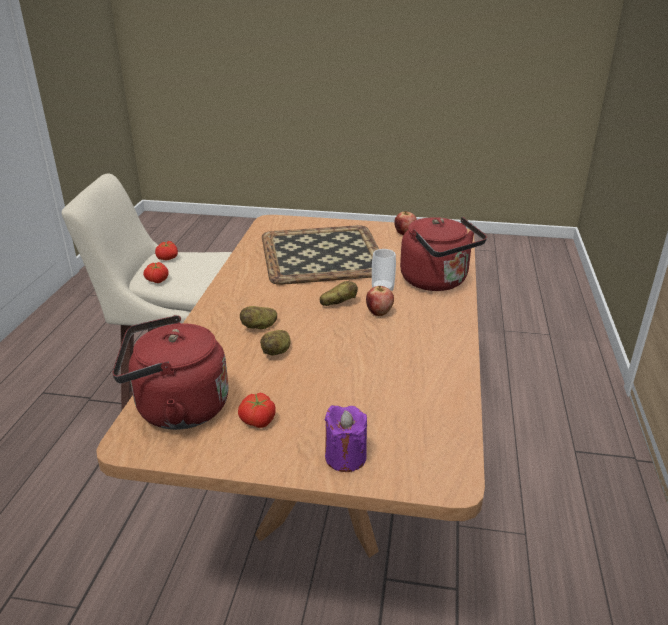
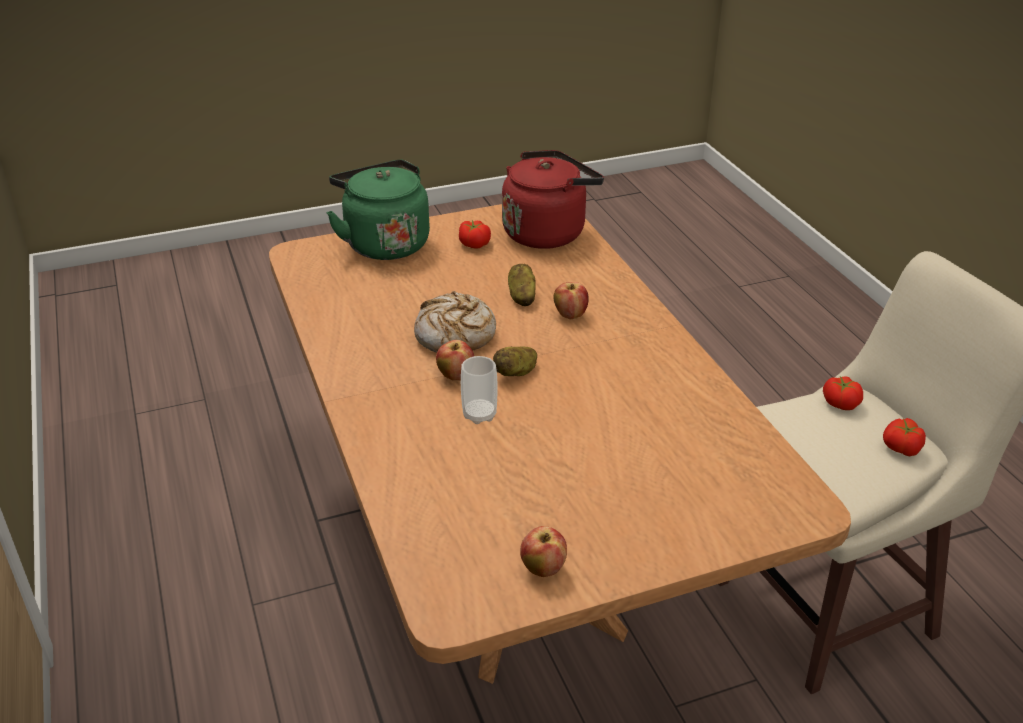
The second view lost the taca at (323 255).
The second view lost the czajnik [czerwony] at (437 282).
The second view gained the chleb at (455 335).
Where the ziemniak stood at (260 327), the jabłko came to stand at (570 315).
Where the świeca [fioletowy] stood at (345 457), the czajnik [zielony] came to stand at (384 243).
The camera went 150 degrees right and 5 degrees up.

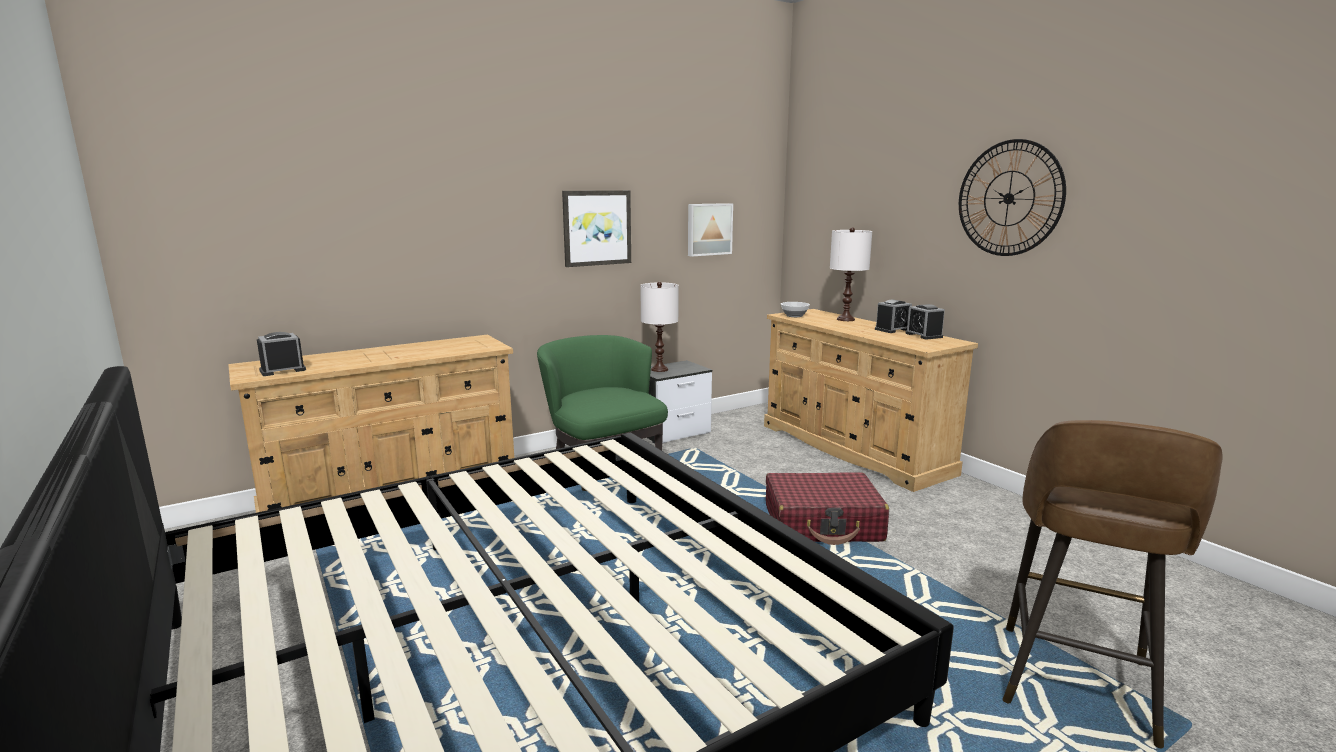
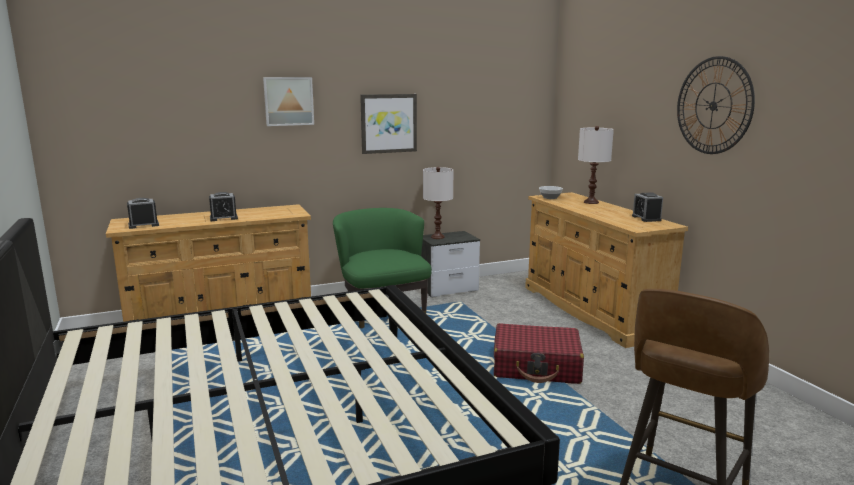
The obraz ended up elsewhere, having gone from (708 229) to (288 101).
The budzik ended up elsewhere, having gone from (892 329) to (223 218).
The camera went 10 degrees right and 0 degrees up.

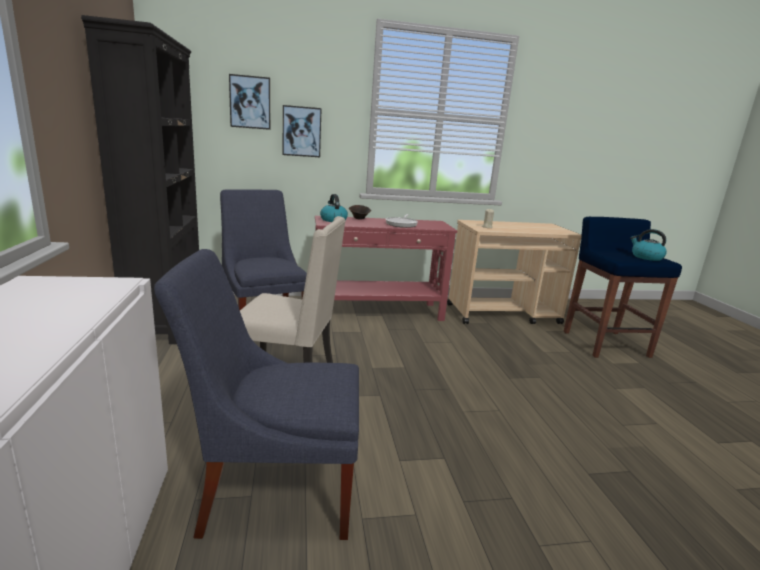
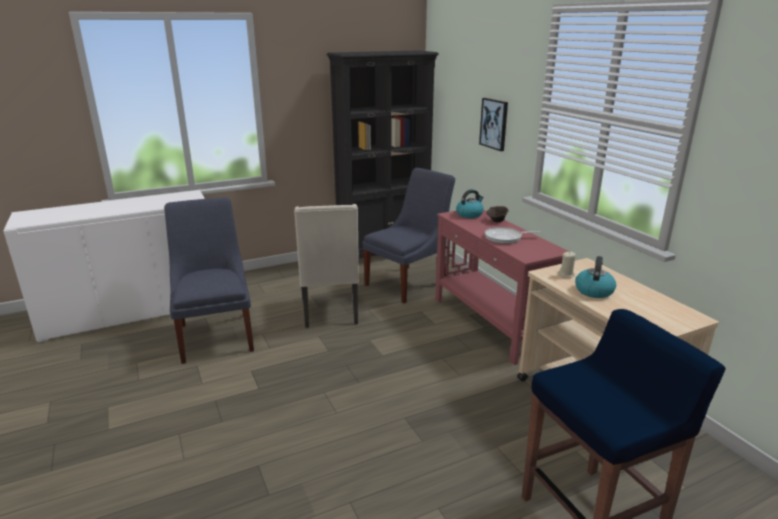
The second view lost the obraz at (250 102).
The czajnik ended up elsewhere, having gone from (646 257) to (593 290).
The camera went 75 degrees right and 5 degrees up.

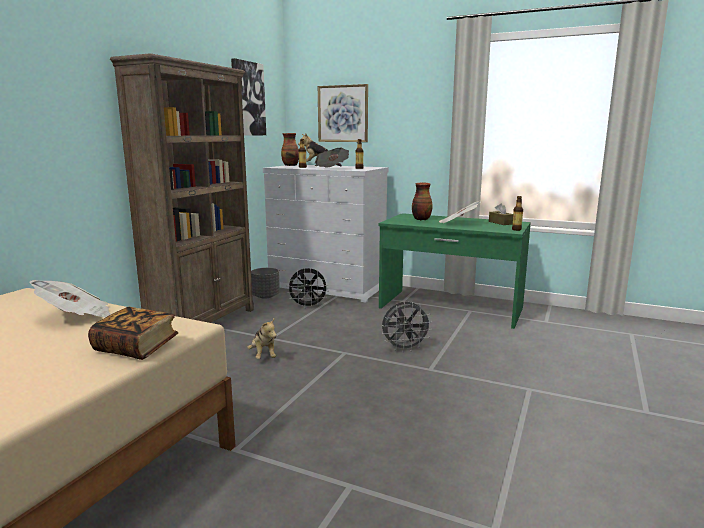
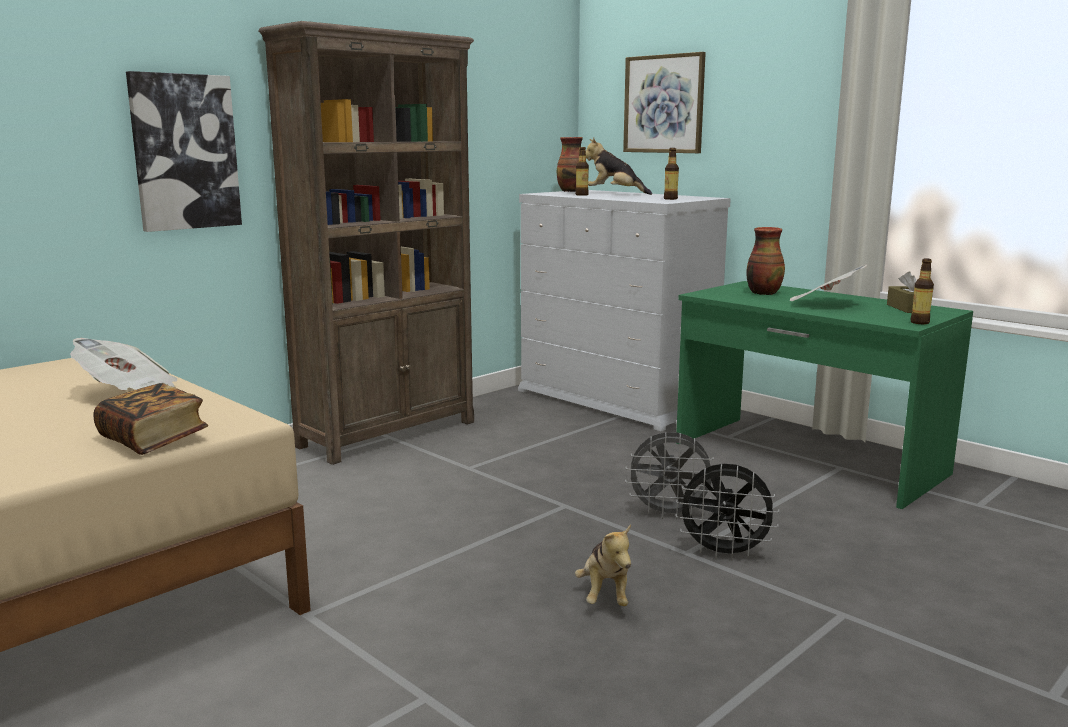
The second view lost the donica [szary] at (265 296).
The second view lost the gazeta at (331 168).
The obraz ended up elsewhere, having gone from (247 99) to (184 152).
The pluszak ended up elsewhere, having gone from (263 356) to (605 595).
The wentylator [czarny] ended up elsewhere, having gone from (308 306) to (725 554).
The camera went 20 degrees right and 0 degrees up.

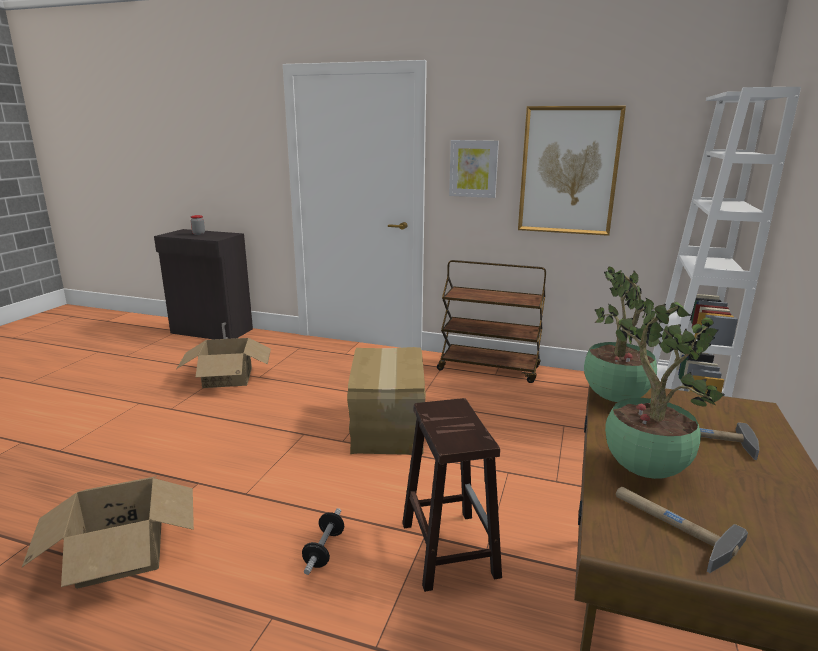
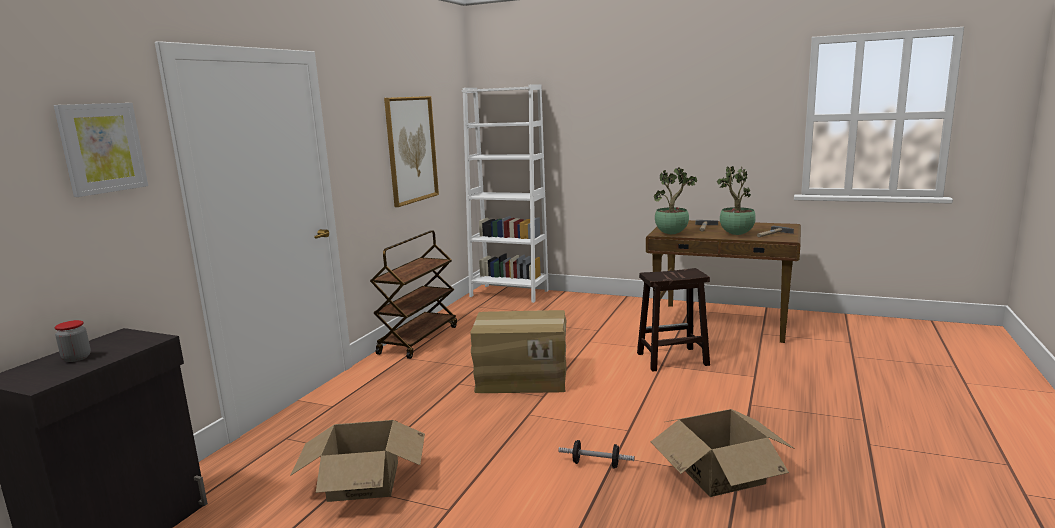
The hantel ended up elsewhere, having gone from (324 550) to (596 464).
The obraz ended up elsewhere, having gone from (473 168) to (101 148).
The camera went 85 degrees left and 5 degrees down.

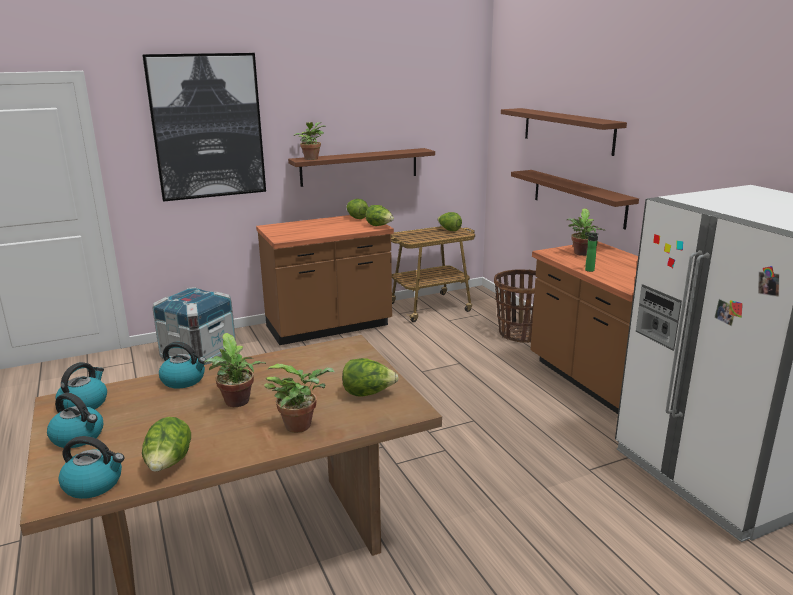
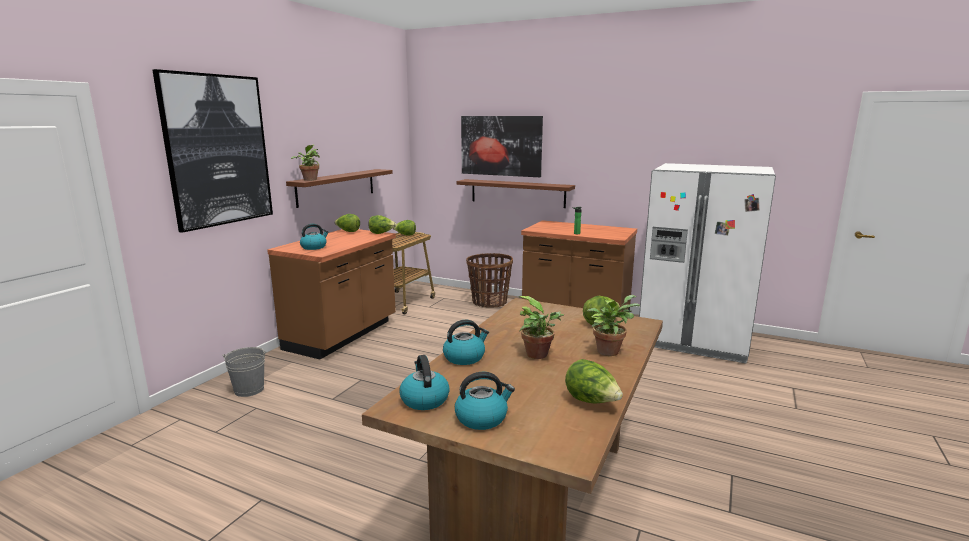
The second view lost the roślina doniczkowa at (581 254).
The czajnik ended up elsewhere, having gone from (94 484) to (314 247).
Where the skrzynka stood at (199 354), the wiadro [szary] came to stand at (249 389).
Where the półka [brązowy] hung at (567 130), the obraz came to hang at (501 145).
The camera went 40 degrees left and 5 degrees down.

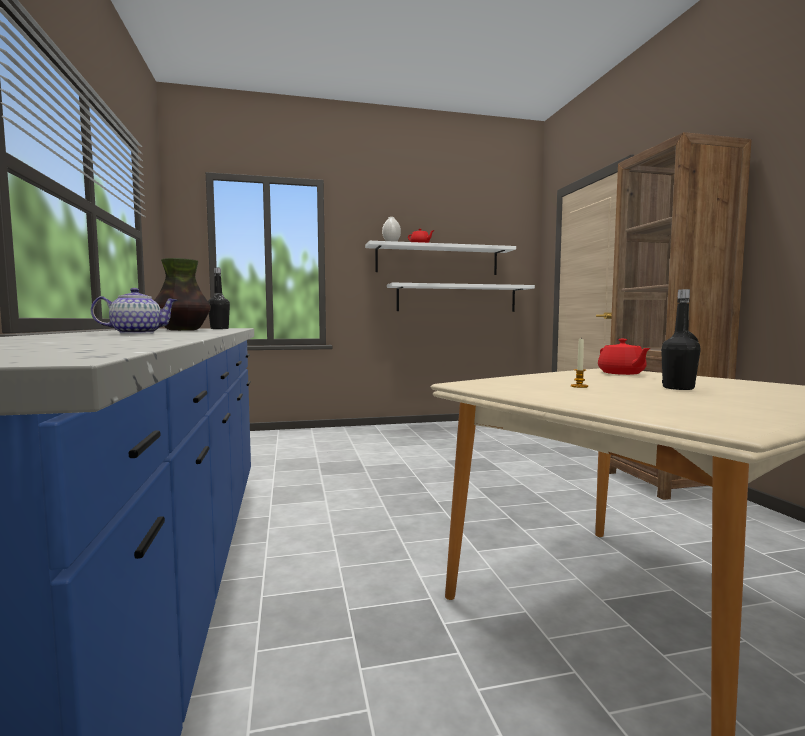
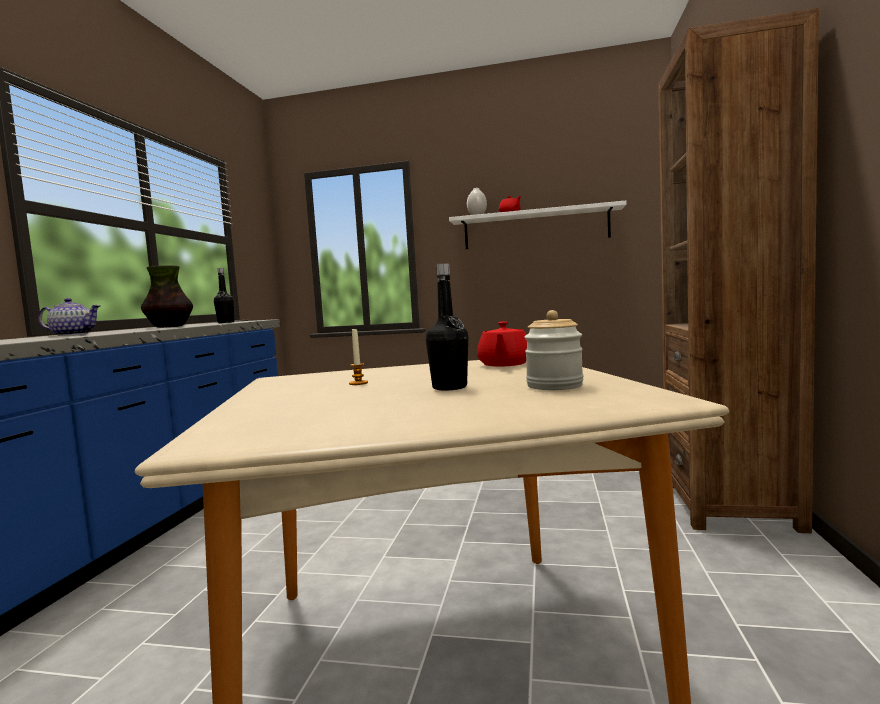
The second view lost the półka [biały] at (457 298).
The second view gained the słoik at (554 386).
The camera went 25 degrees right and 0 degrees up.

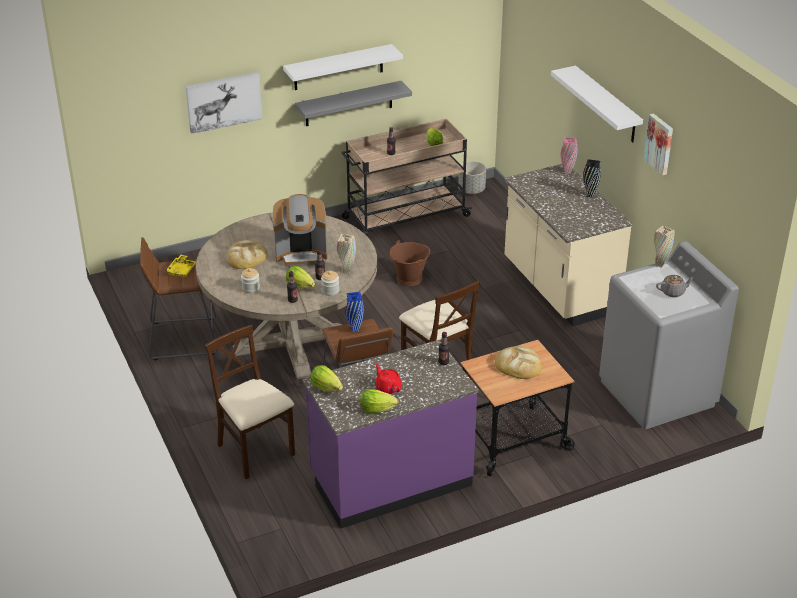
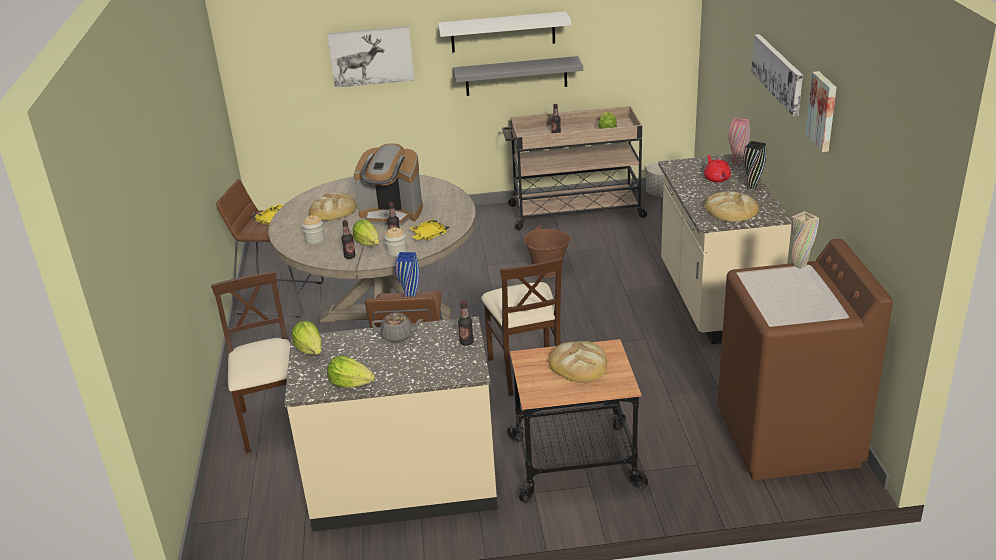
The second view gained the chleb at (731 210).
The imbryk [czerwony] ended up elsewhere, having gone from (387 387) to (716 178).
The imbryk [szary] ended up elsewhere, having gone from (673 292) to (398 336).
Where the wazon [beżowy] stood at (346 271), the taca [żółty] came to stand at (428 235).
Where the półka [biały] hung at (606 105), the obraz came to hang at (778 73).
What was the zabudowa kuchenna [fioletowy] at (390 480) turned into the zabudowa kuchenna [beżowy] at (403 484).
What was the pralka [szary] at (657 393) turned into the pralka [brązowy] at (788 438).
The camera went 20 degrees right and 5 degrees down.

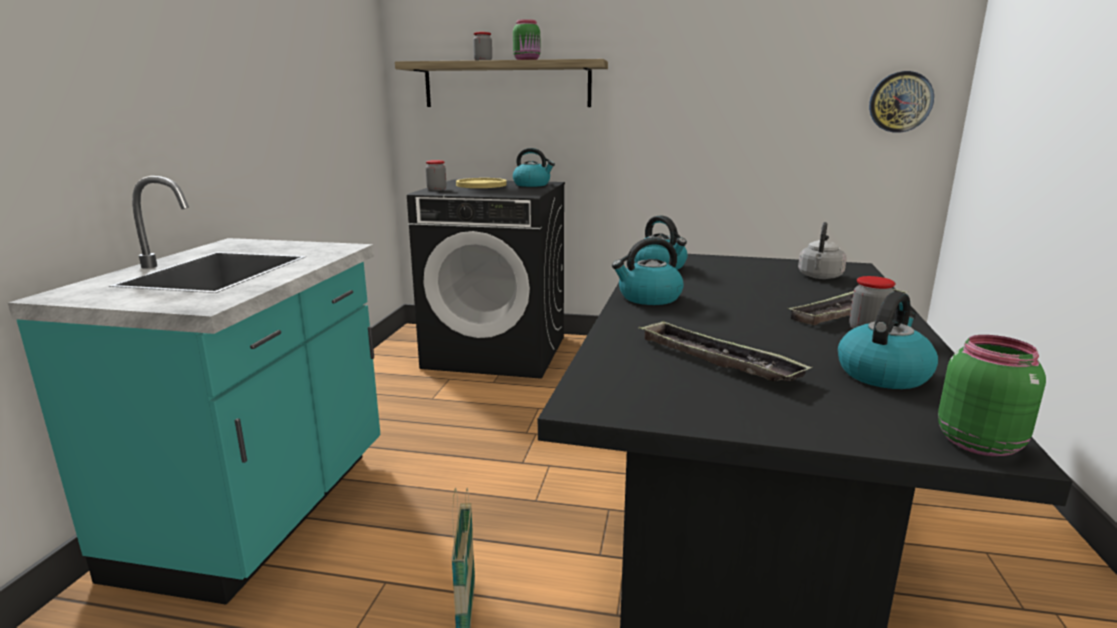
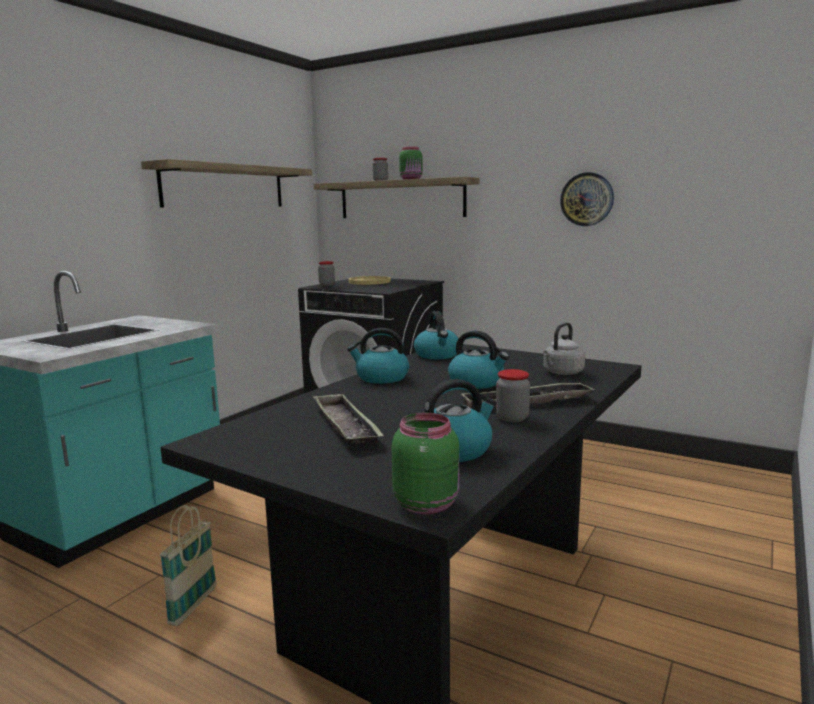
The second view gained the półka at (225 186).
The czajnik ended up elsewhere, having gone from (532 185) to (477 382).
The zegar ścienny ended up elsewhere, having gone from (900 102) to (587 199).
The camera went 20 degrees right and 5 degrees down.

